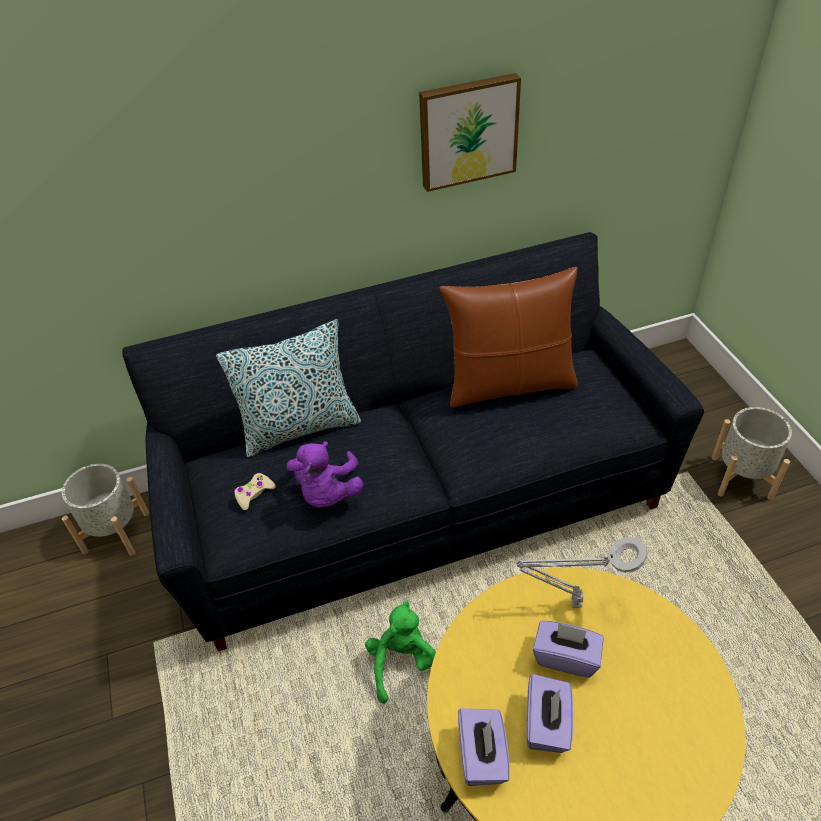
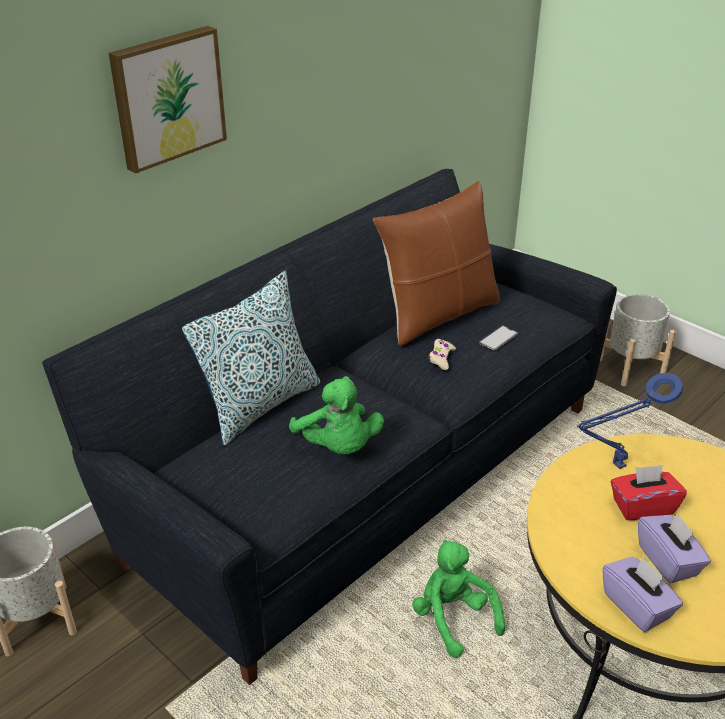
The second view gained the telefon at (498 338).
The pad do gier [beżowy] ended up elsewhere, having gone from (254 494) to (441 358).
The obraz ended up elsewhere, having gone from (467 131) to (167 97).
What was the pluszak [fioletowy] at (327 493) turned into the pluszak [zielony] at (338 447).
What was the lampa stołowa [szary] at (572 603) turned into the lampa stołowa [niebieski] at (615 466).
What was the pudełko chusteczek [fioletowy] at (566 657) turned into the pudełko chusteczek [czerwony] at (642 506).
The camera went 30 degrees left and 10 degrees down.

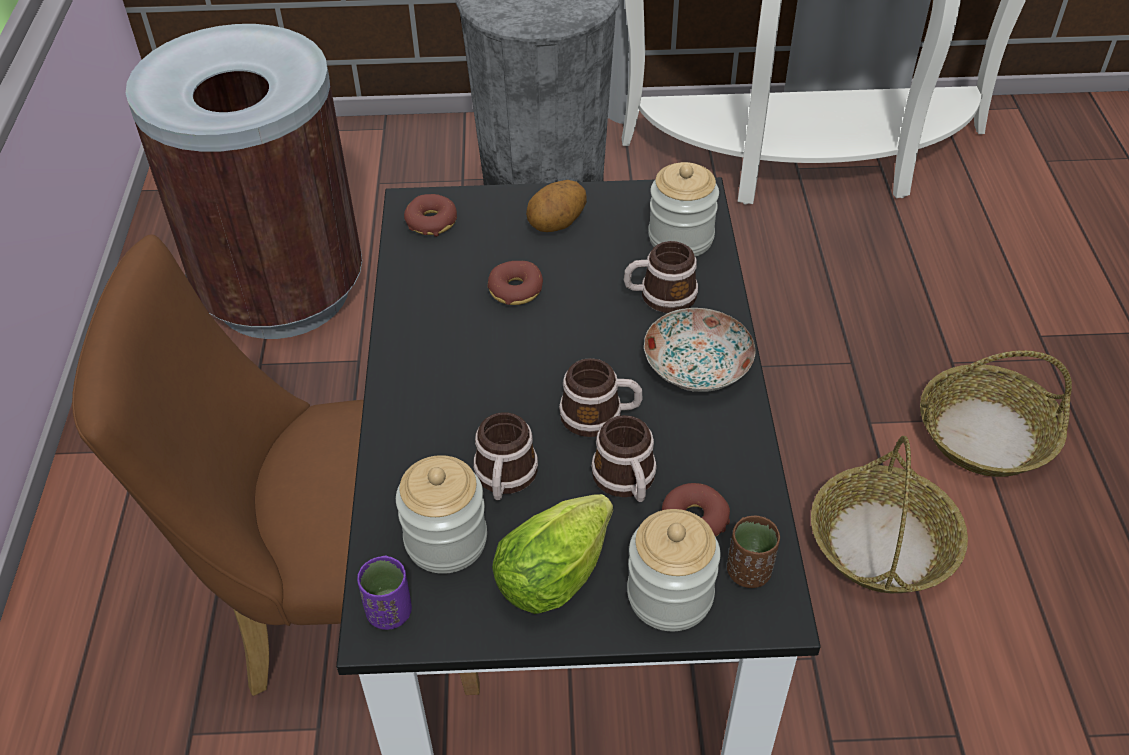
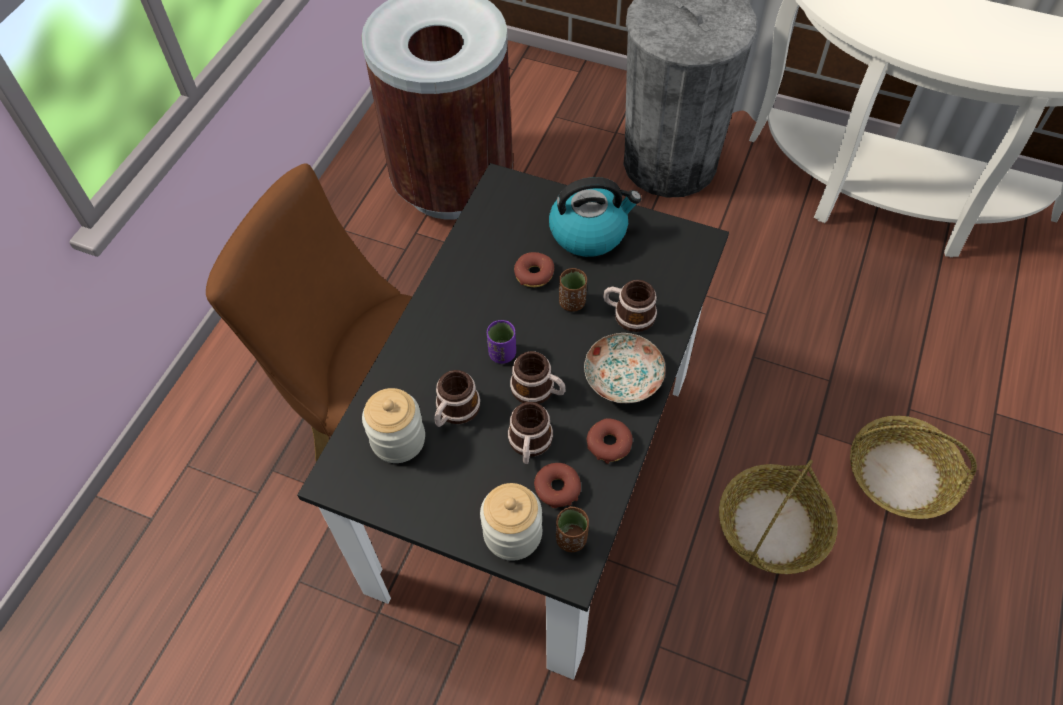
The second view lost the sałata at (559 570).
The second view lost the słoik at (681 238).
The second view gained the filiżanka [brązowy] at (572 302).
The filiżanka [fioletowy] ended up elsewhere, having gone from (389 612) to (502 353).
The donut ended up elsewhere, having gone from (431 222) to (609 444).
Where the ziemniak stood at (557 224), the czajnik came to stand at (589 232).
The camera went 25 degrees right and 10 degrees up.

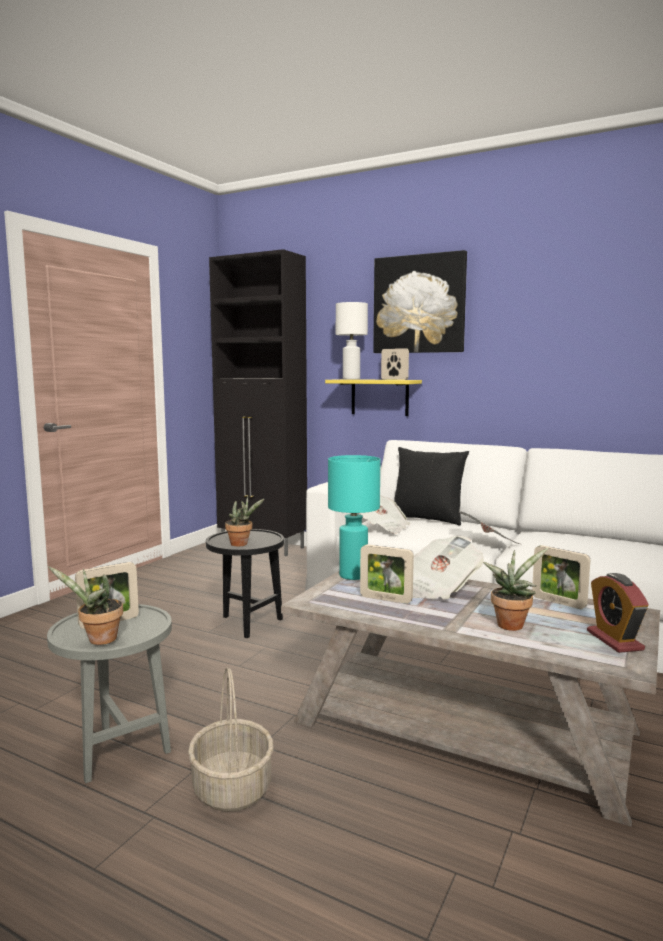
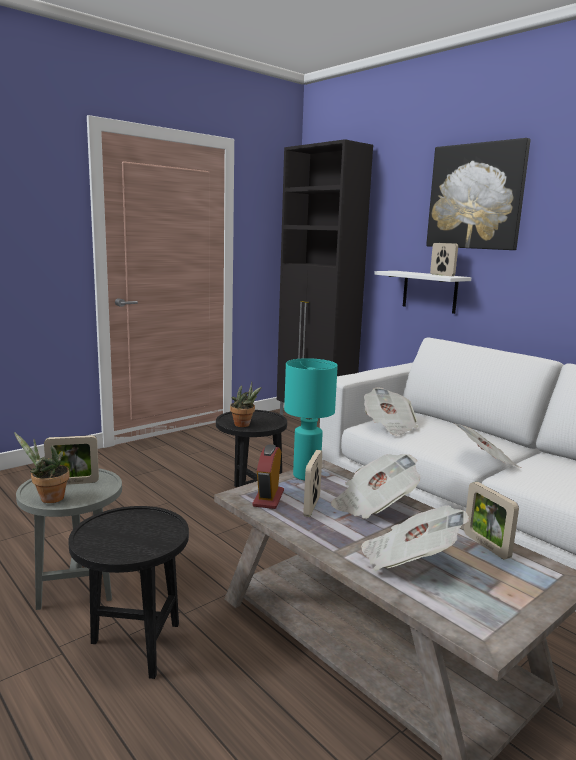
The second view lost the lampa stołowa [biały] at (351 379).
The second view lost the poduszka [czarny] at (427 519).
The budzik ended up elsewhere, having gone from (614 640) to (268 498).
Where the koszyk stood at (231 788), the stolik [czarny] came to stand at (134 646).
Where the roślina doniczkowa stood at (511 624), the gazeta came to stand at (408 560).
What was the półka [żółty] at (379 397) turned into the półka [biały] at (429 291).
The ramka na zdjęcie at (386 599) ended up facing another way, 60 degrees clockwise from before.
The camera went 20 degrees right and 5 degrees up.

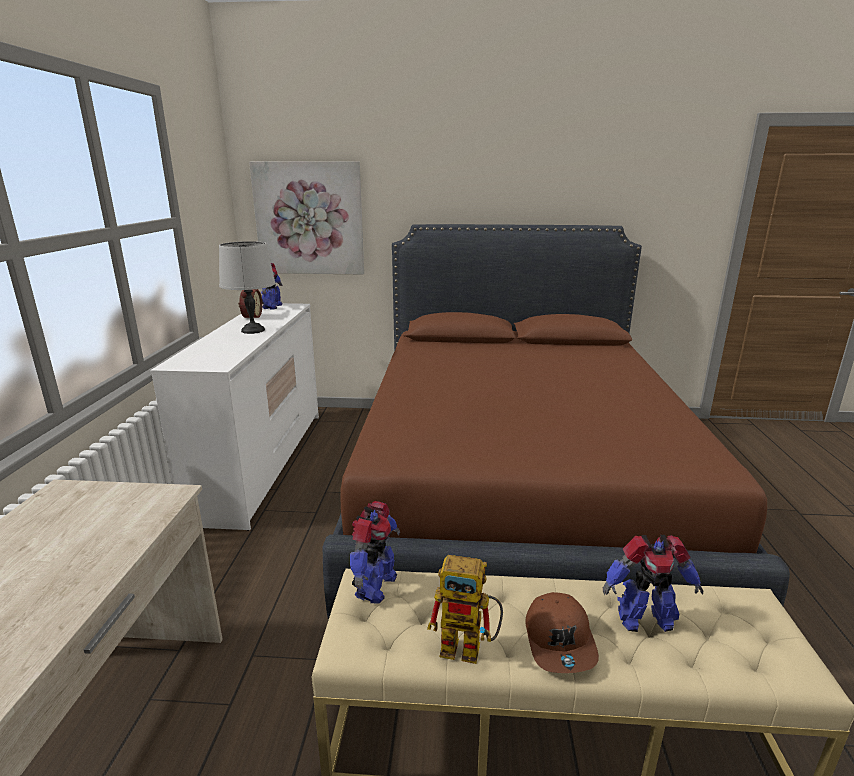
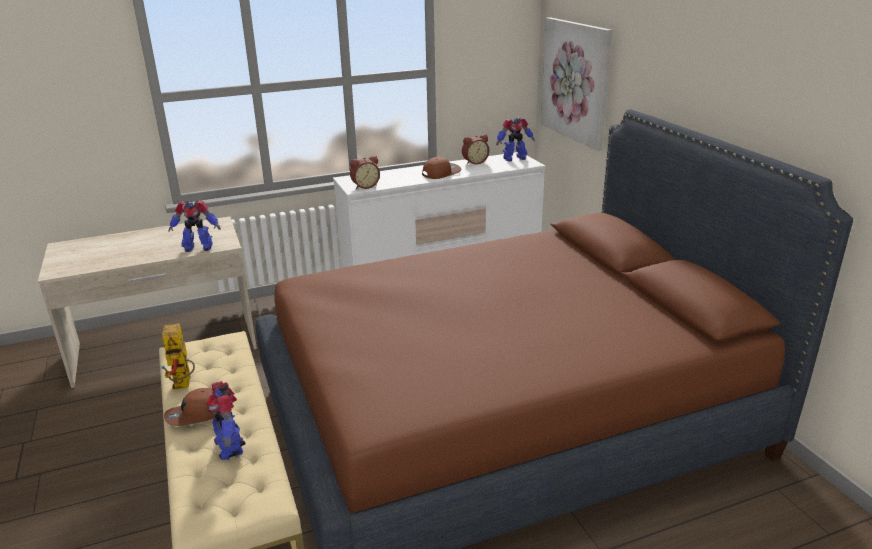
The second view gained the budzik at (365 186).
The robot zabawkowy ended up elsewhere, having gone from (374 586) to (198 247).
Where the lampa stołowa [szary] stood at (252 330), the czapka z daszkiem [brązowy] came to stand at (441 173).
The camera went 65 degrees right and 5 degrees up.

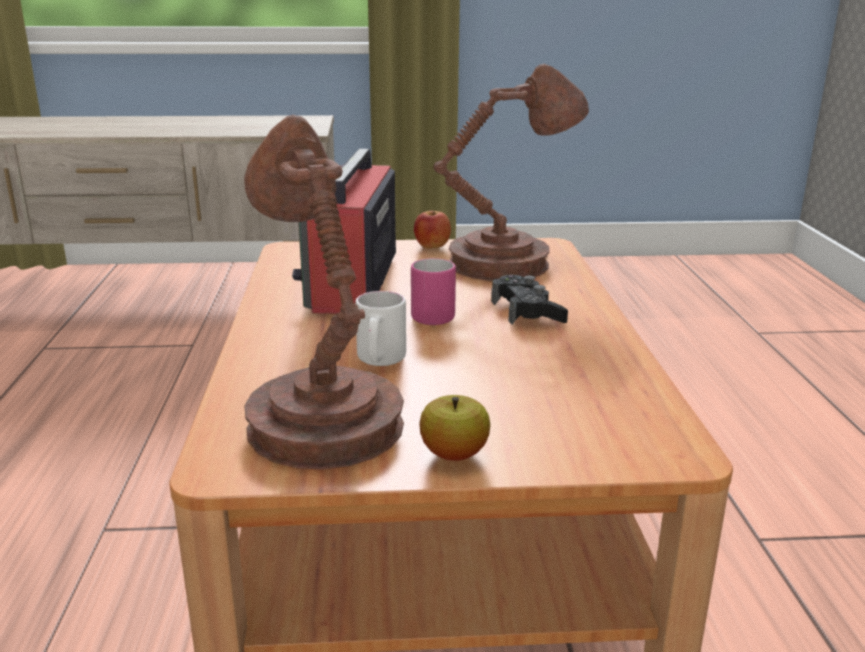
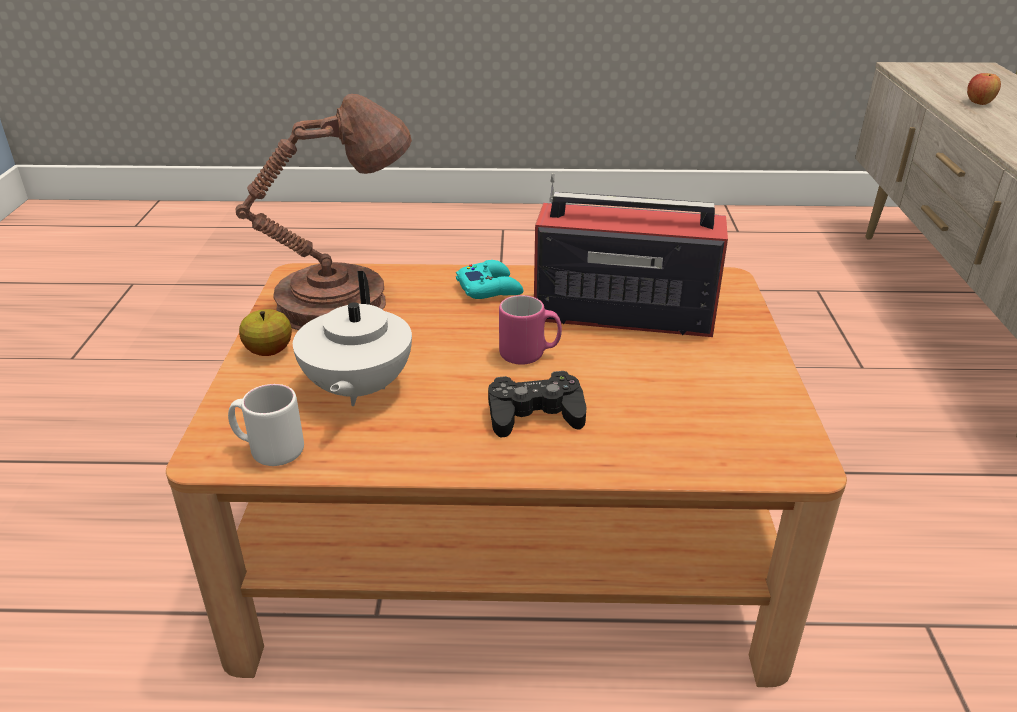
The second view lost the lampa stołowa [brązowy] at (507 263).
The second view gained the imbryk [biały] at (357 389).
The second view gained the pad do gier [turkusowy] at (490 288).
The kubek [biały] ended up elsewhere, having gone from (380 362) to (269 451).
The jabłko ended up elsewhere, having gone from (432 247) to (979 103).
The camera went 95 degrees right and 10 degrees up.

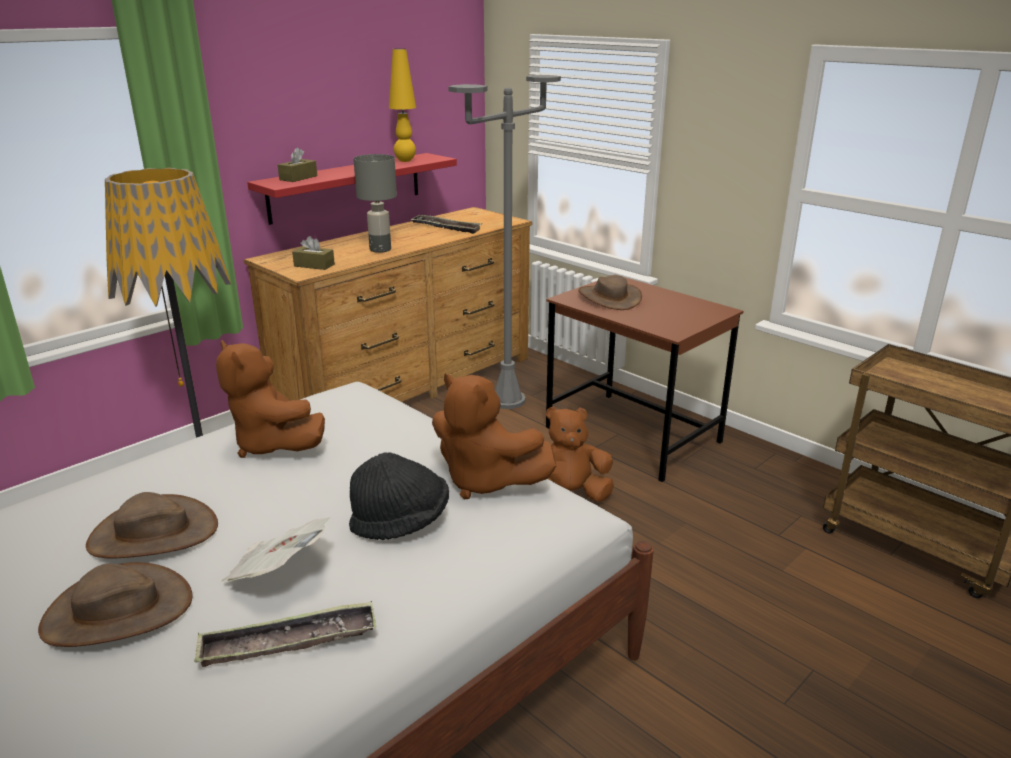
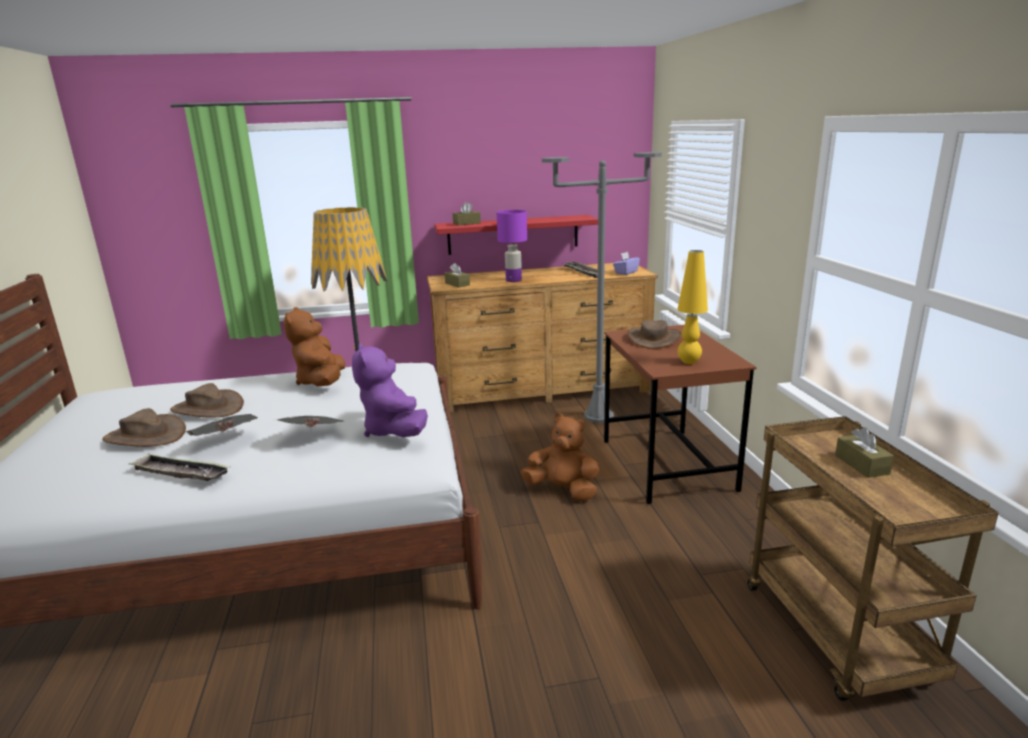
The second view gained the pudełko chusteczek [fioletowy] at (626 272).
The second view gained the pudełko chusteczek [brązowy] at (861 464).
The lampa stołowa [żółty] ended up elsewhere, having gone from (405 160) to (688 362).
Where the kapelusz [czarny] stood at (401 522), the gazeta came to stand at (314 437).
What was the lampa stołowa [szary] at (381 250) turned into the lampa stołowa [fioletowy] at (514 280).
What was the pluszak [brązowy] at (485 481) turned into the pluszak [fioletowy] at (393 431).
The camera went 35 degrees right and 5 degrees down.

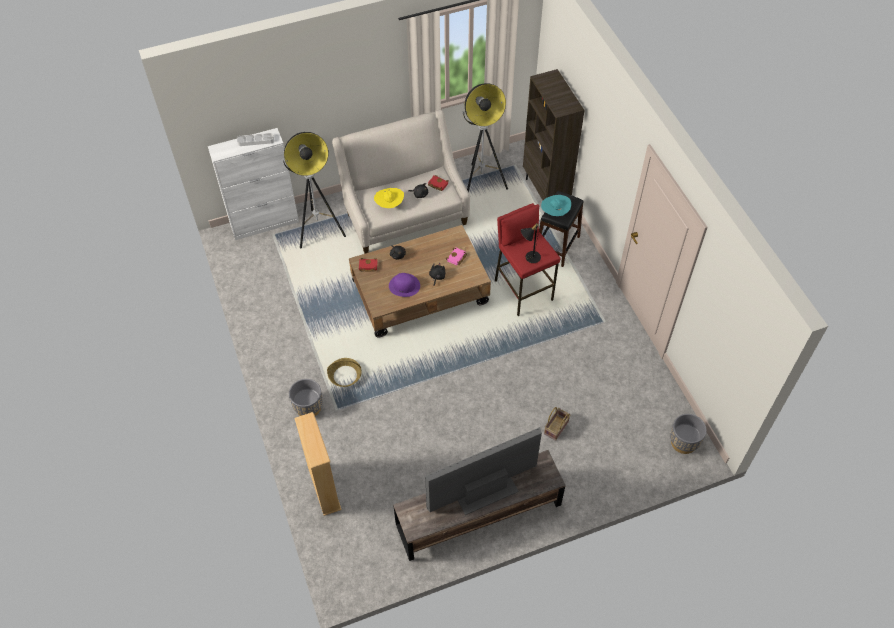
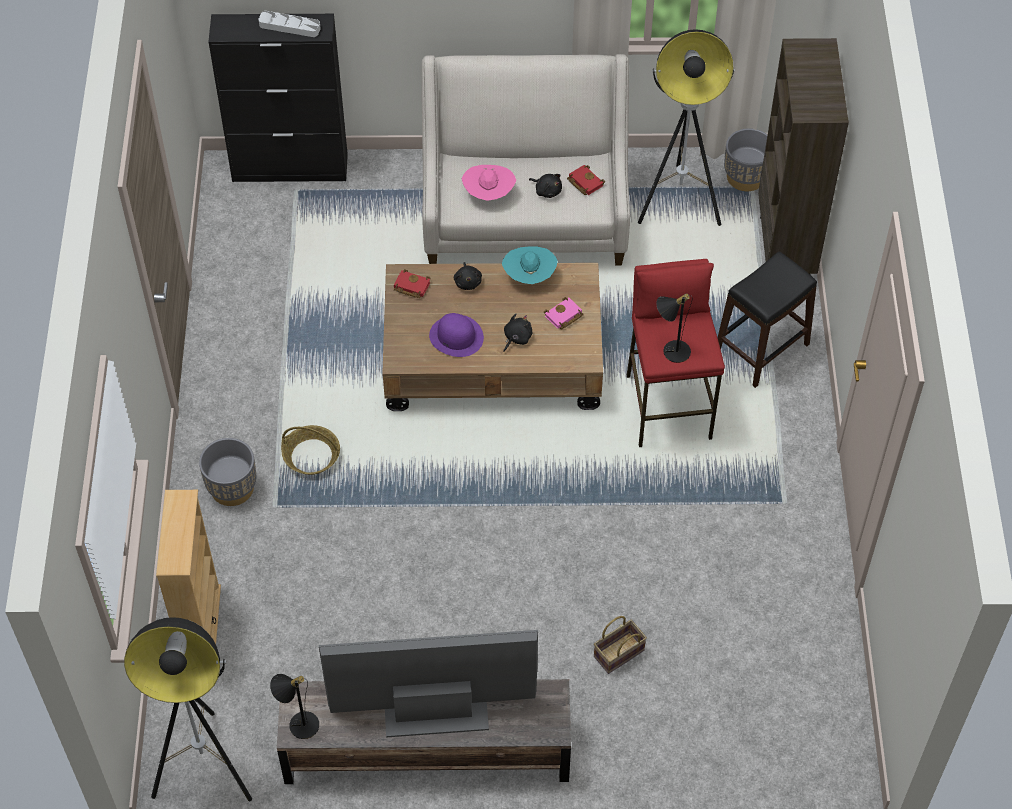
The second view gained the lampa stołowa [czarny] at (298 722).
The lampa stojąca ended up elsewhere, having gone from (319 230) to (206 766).
The kapelusz [turkusowy] ended up elsewhere, having gone from (555 212) to (529 276).
The donica [szary] ended up elsewhere, having gone from (683 442) to (745 177).
What was the szafka [biały] at (265 223) turned into the szafka [czarny] at (290 168).
What was the kapelusz [żółty] at (389 205) turned into the kapelusz [różowy] at (488 194).
The camera went 20 degrees right and 0 degrees up.

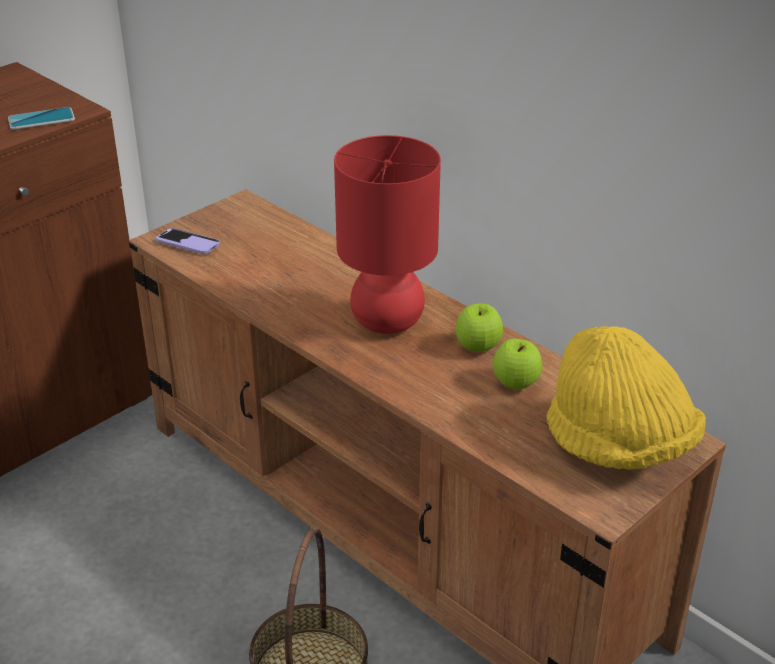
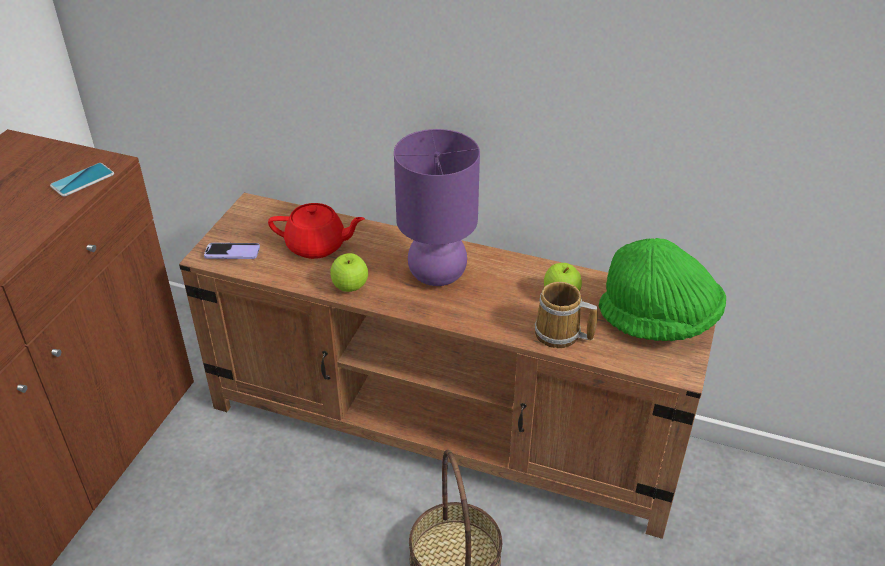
The second view gained the imbryk [czerwony] at (317 246).
The second view gained the kubek at (560 335).
The jabłko ended up elsewhere, having gone from (478 347) to (350 287).
What was the lampa stołowa [czerwony] at (386 321) turned into the lampa stołowa [fioletowy] at (436 274).
What was the kapelusz [żółty] at (618 445) turned into the kapelusz [zielony] at (658 321).
The camera went 25 degrees left and 5 degrees up.

